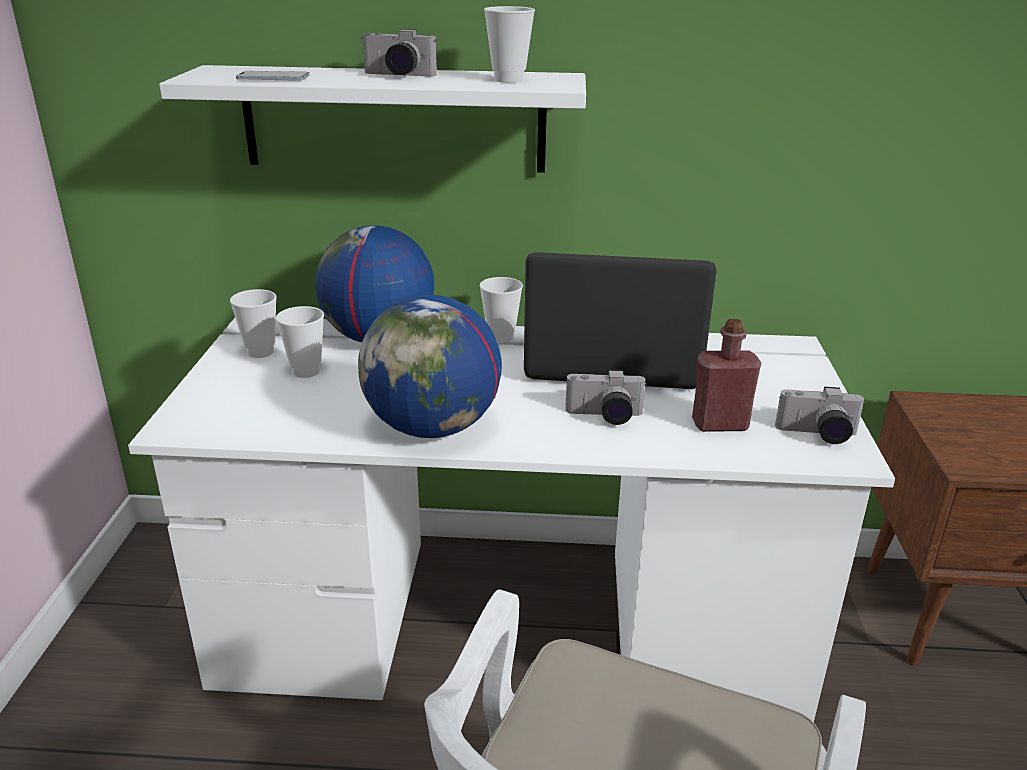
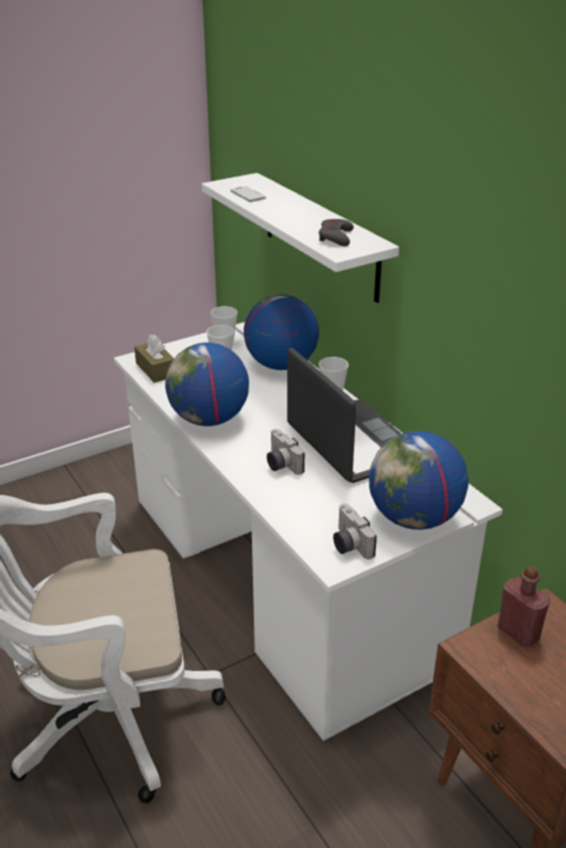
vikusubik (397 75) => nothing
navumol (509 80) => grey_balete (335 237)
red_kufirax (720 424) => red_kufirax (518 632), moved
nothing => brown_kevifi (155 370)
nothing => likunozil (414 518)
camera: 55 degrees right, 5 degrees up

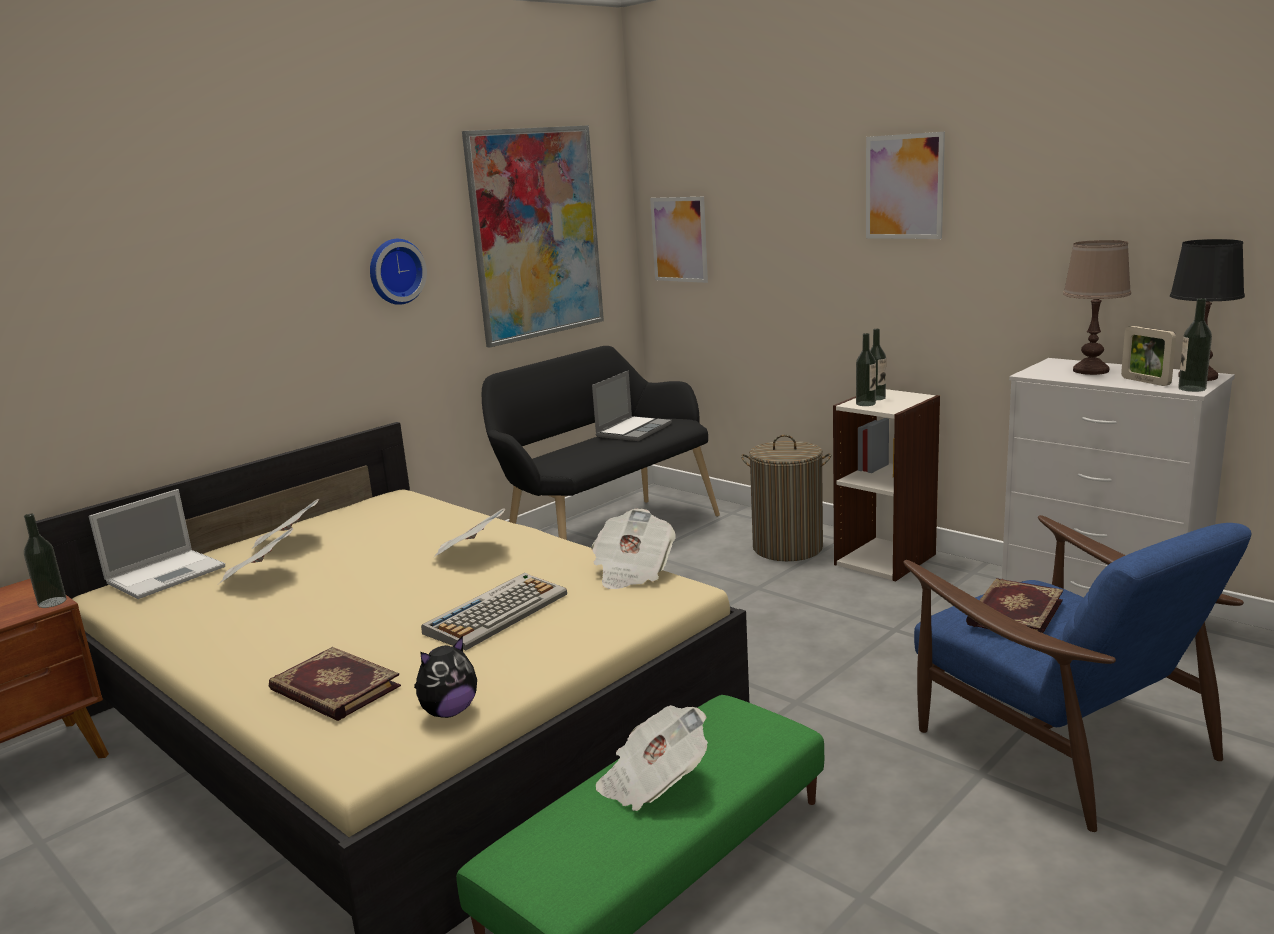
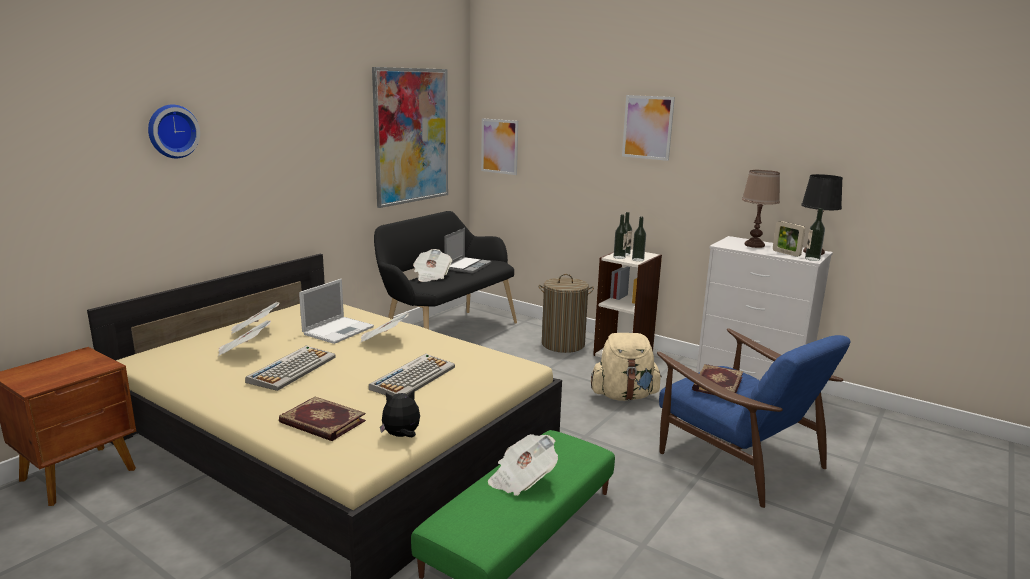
kufirax (52 602) => kufirax (638 259), moved
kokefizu (167 574) => kokefizu (339 330), moved
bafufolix (395 271) => bafufolix (172 131), moved
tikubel (448 712) => tikubel (401 436), 150 degrees counterclockwise
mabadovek (632 571) => mabadovek (431 276), moved
nothing => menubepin (292 369)
nothing => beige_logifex (624 396)
camera: 10 degrees left, 0 degrees up

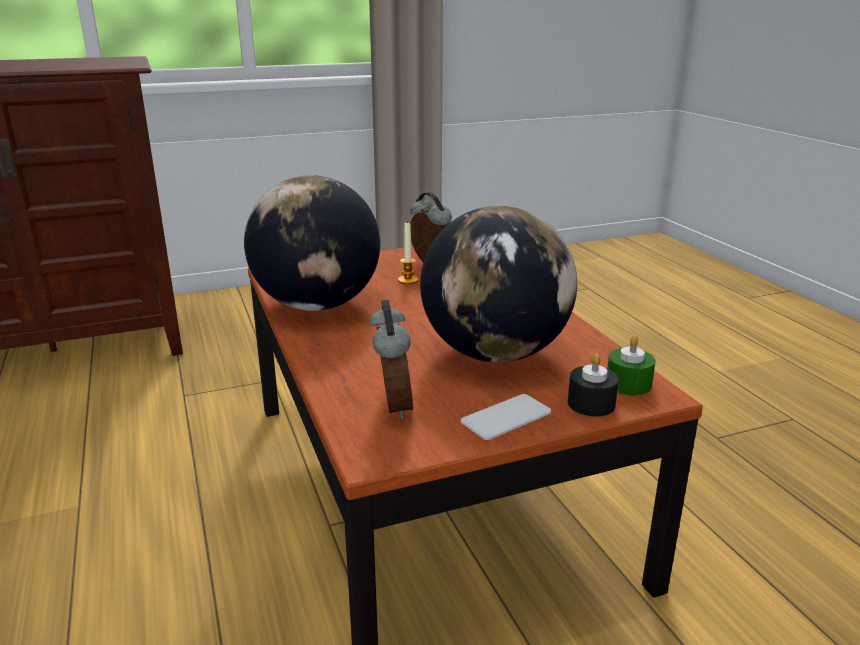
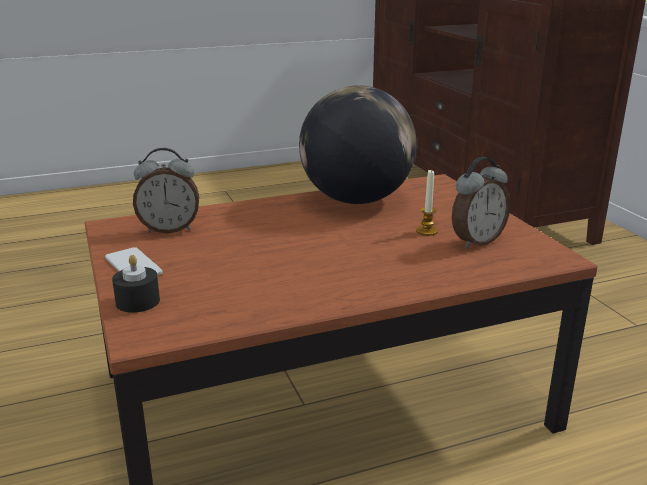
likunozil (495 354) => nothing
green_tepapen (628 384) => nothing
camera: 90 degrees right, 0 degrees up

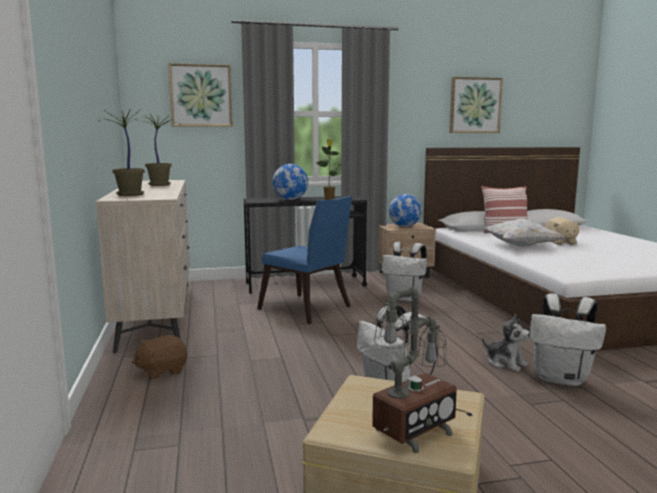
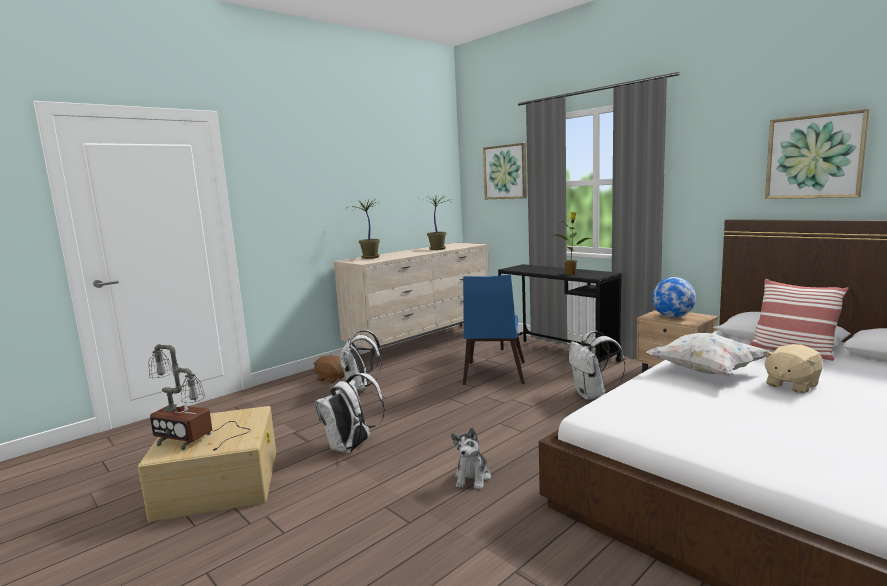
likunozil (290 199) => nothing
white_logifex (562 379) => white_logifex (360 388), moved
camera: 60 degrees right, 0 degrees up

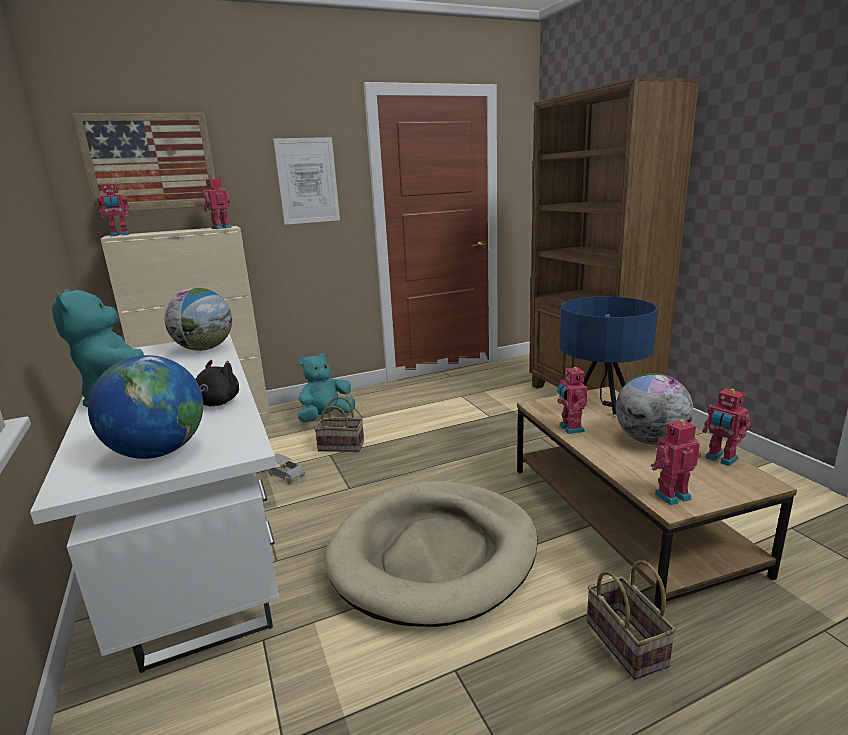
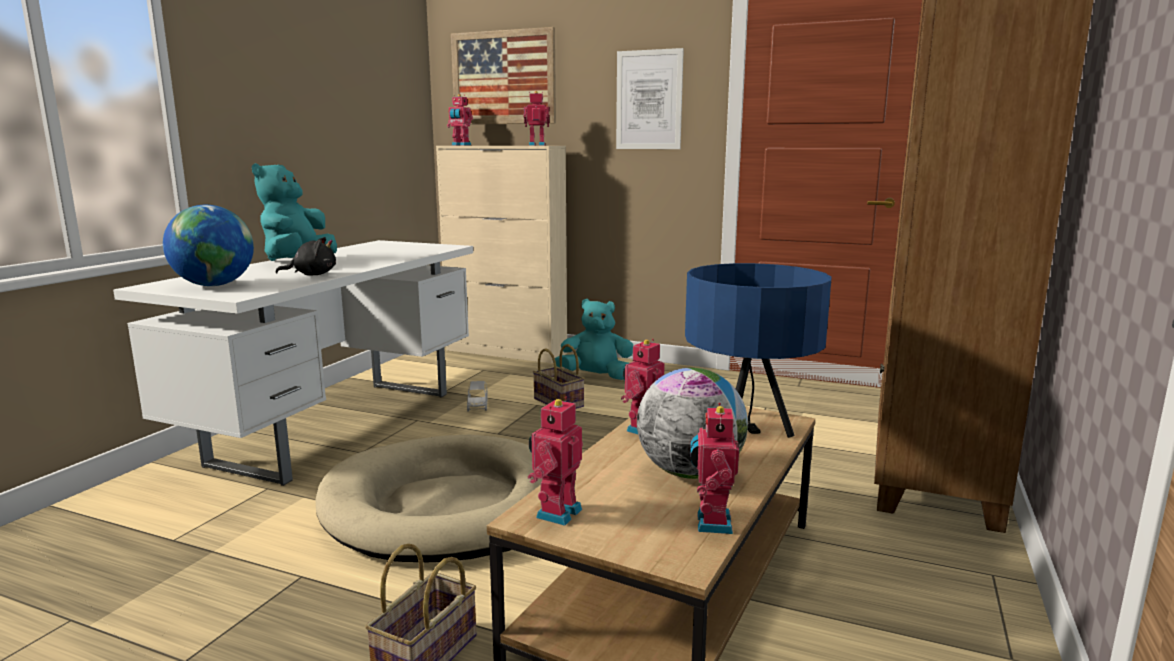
likunozil (205 349) => nothing
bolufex (671 495) => bolufex (556 512), 90 degrees counterclockwise
camera: 45 degrees right, 5 degrees down

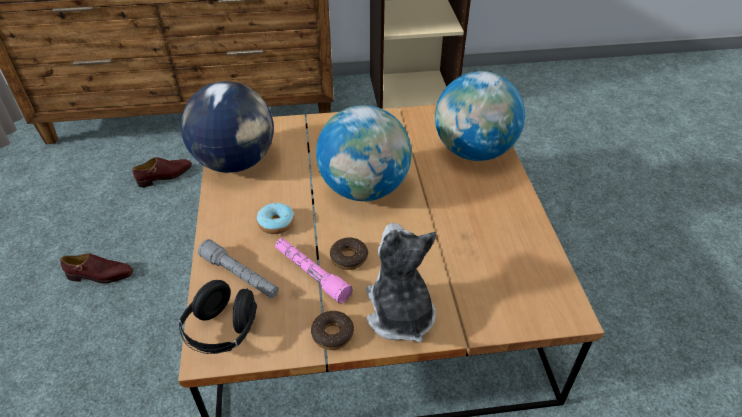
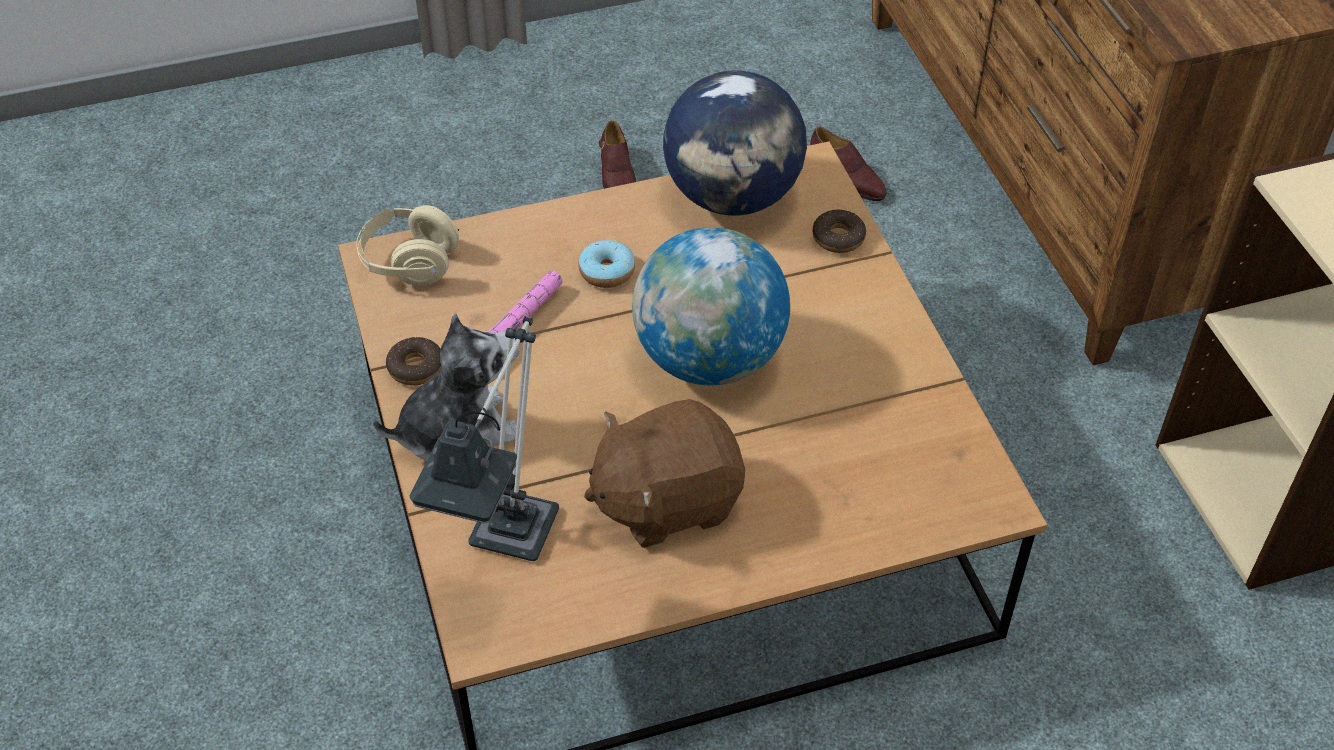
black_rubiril (222 331) => beige_rubiril (409 263)
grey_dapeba (240 276) => nothing
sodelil (349 257) => sodelil (838 237), moved
likunozil (473 151) => nothing
nothing => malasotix (506 545)
nothing => brown_tikubel (666 500)
camera: 80 degrees right, 5 degrees up

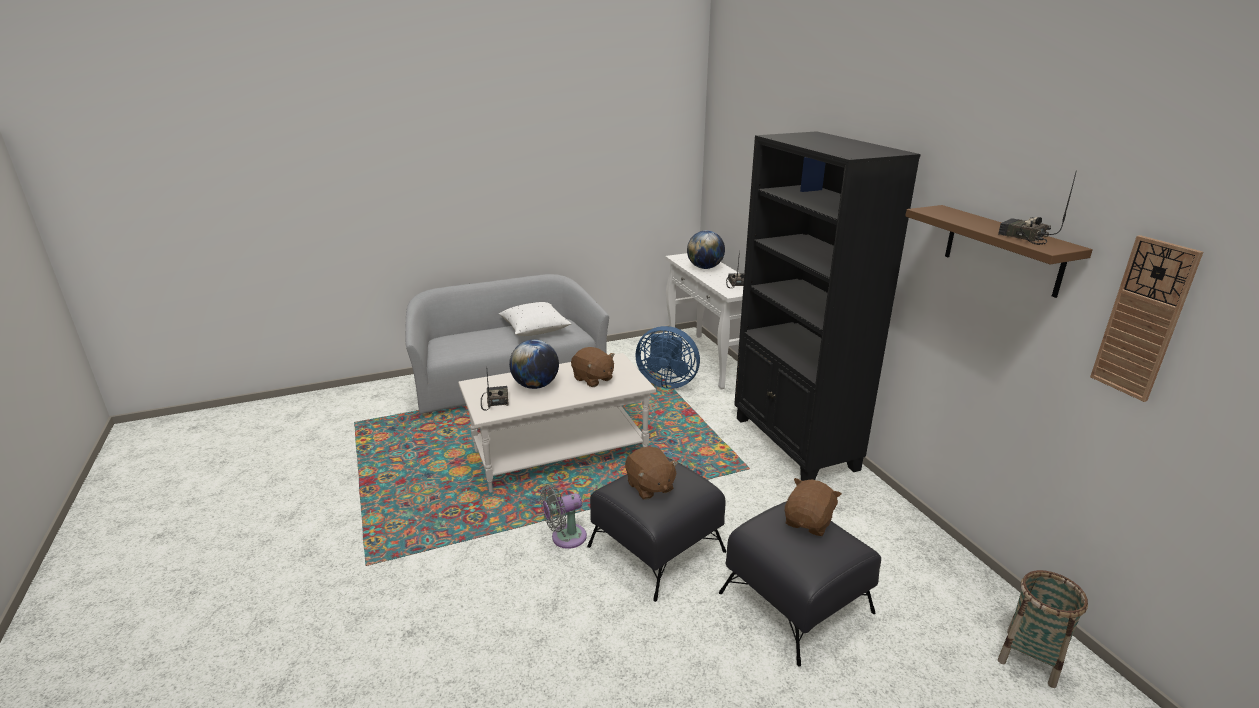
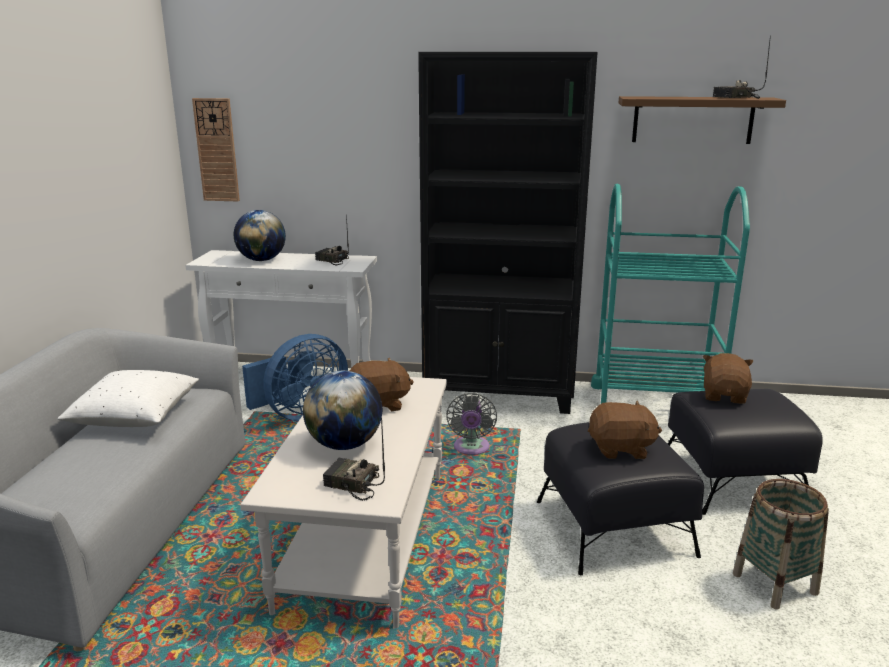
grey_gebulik (565 537) => grey_gebulik (471 449), moved
brown_tikubel (809 522) => brown_tikubel (724 396), 45 degrees clockwise
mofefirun (1030 658) => mofefirun (775 583), moved
bafufolix (1143 319) => bafufolix (217 150), moved
nothing => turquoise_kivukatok (653 406)
camera: 60 degrees left, 5 degrees down

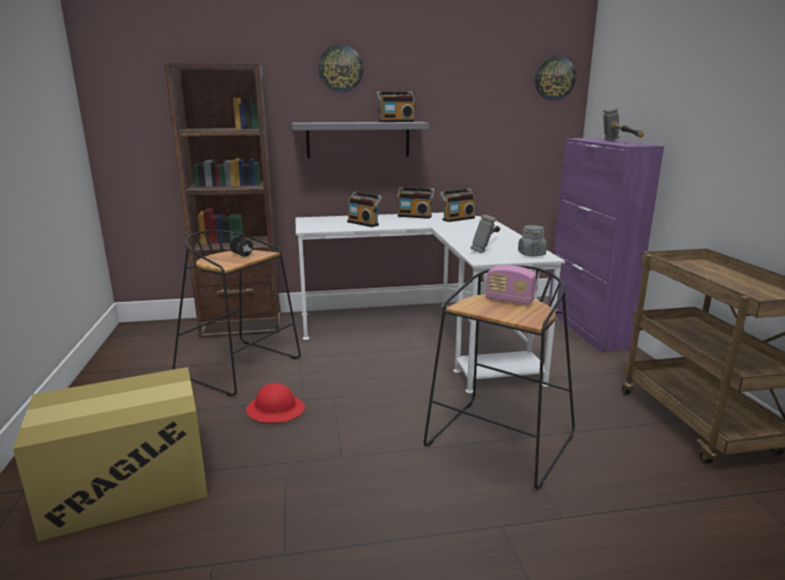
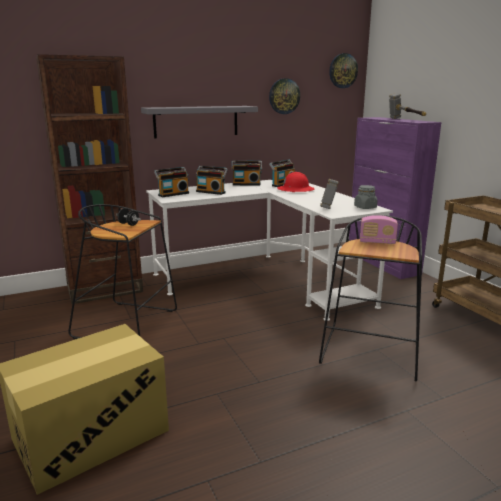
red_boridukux (275 410) => red_boridukux (295 190), moved
bafufolix (340 68) => bafufolix (284 96), moved
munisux (396 121) => munisux (173 194), moved
camera: 15 degrees left, 0 degrees up

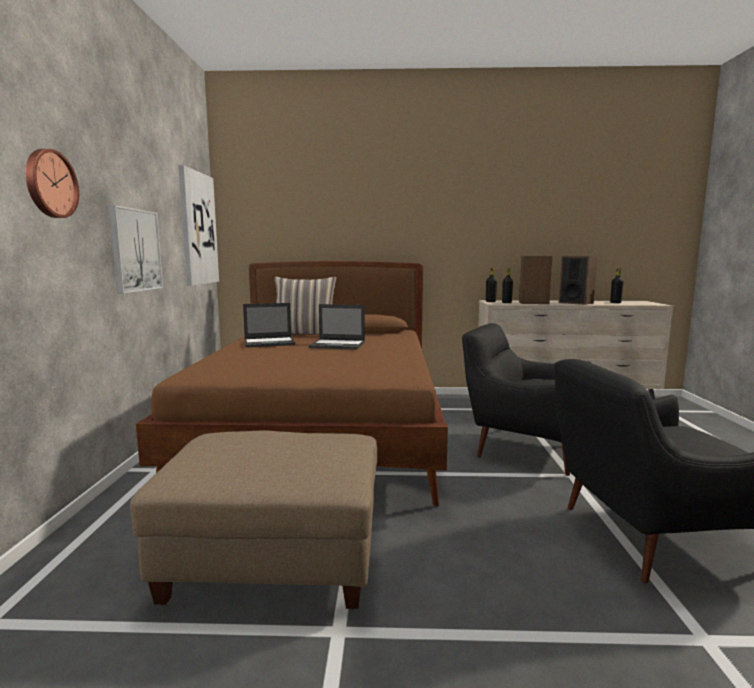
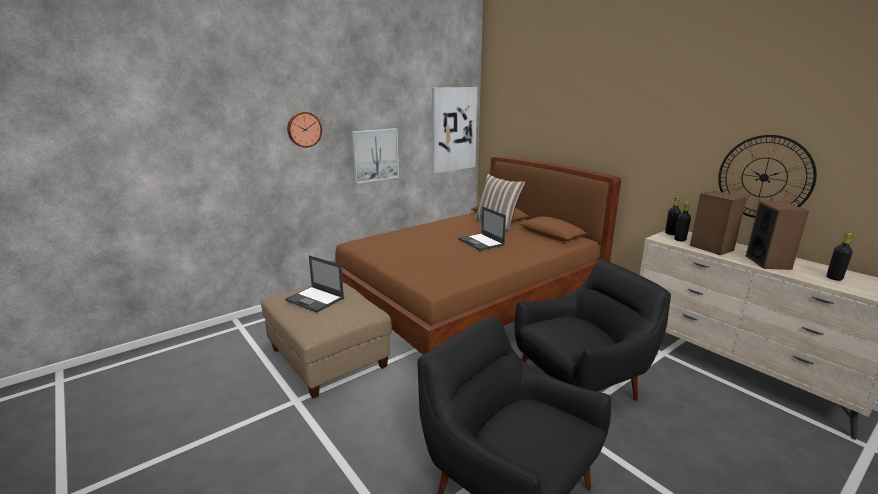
kokefizu (270 343) => kokefizu (315 299), moved
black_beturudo (524 448) => black_beturudo (580 384), 75 degrees clockwise
nothing => bafufolix (764 177)
camera: 50 degrees right, 10 degrees up

